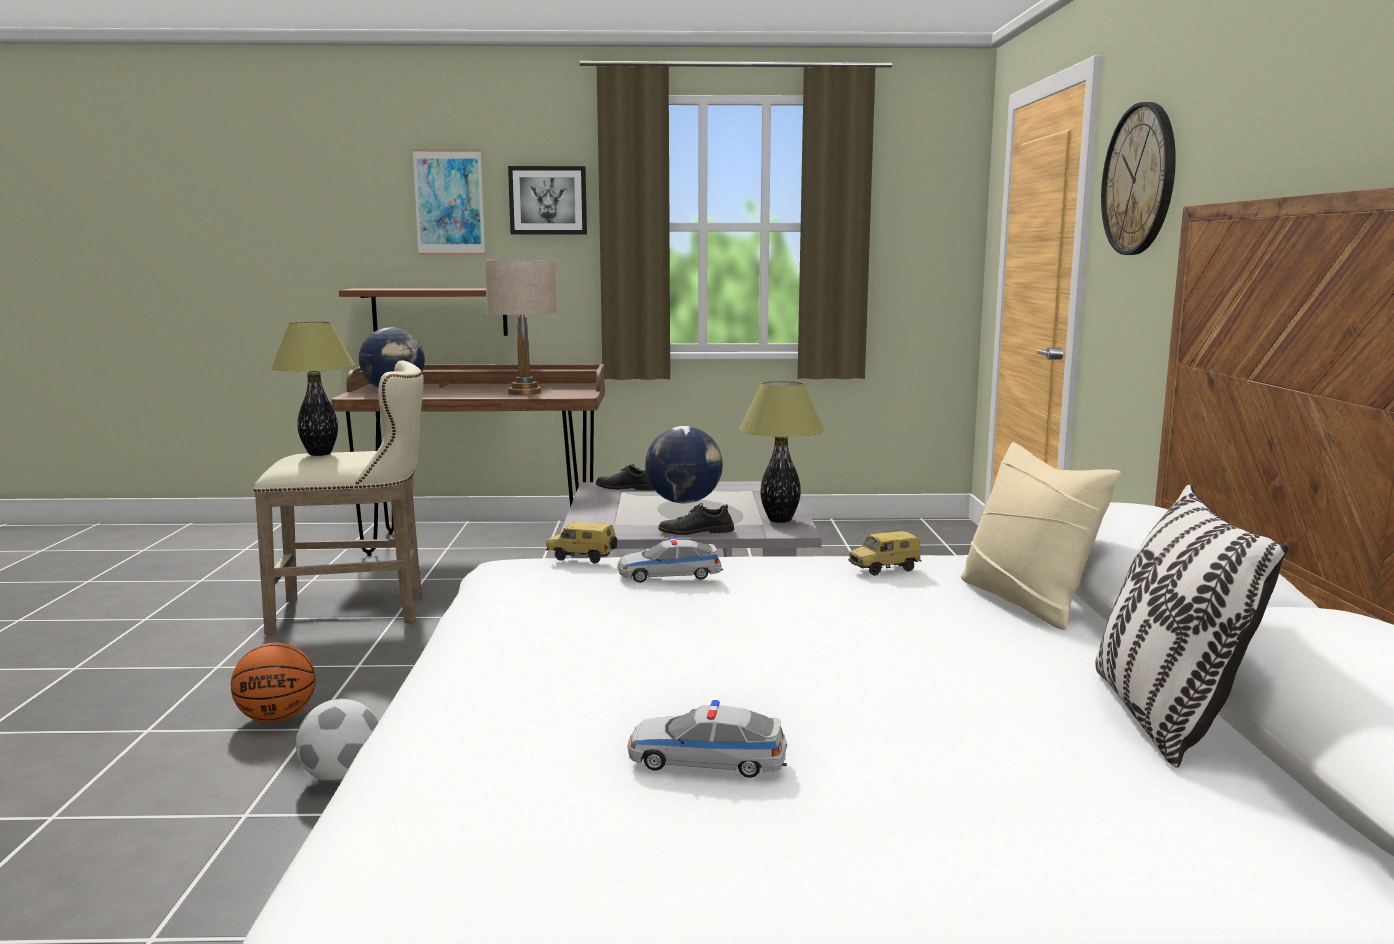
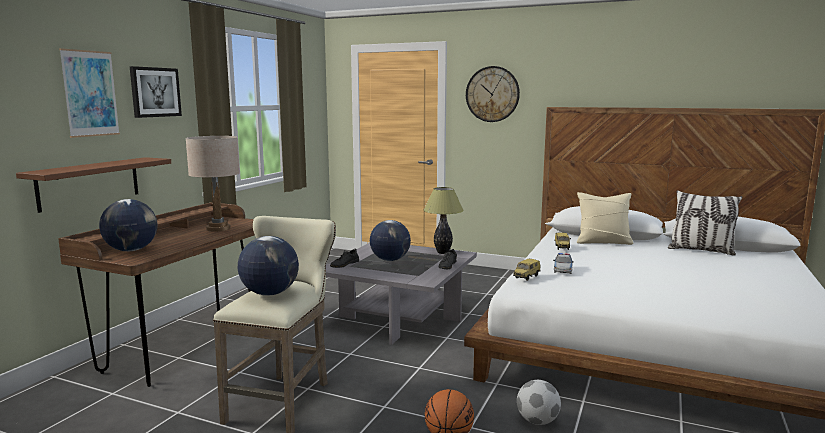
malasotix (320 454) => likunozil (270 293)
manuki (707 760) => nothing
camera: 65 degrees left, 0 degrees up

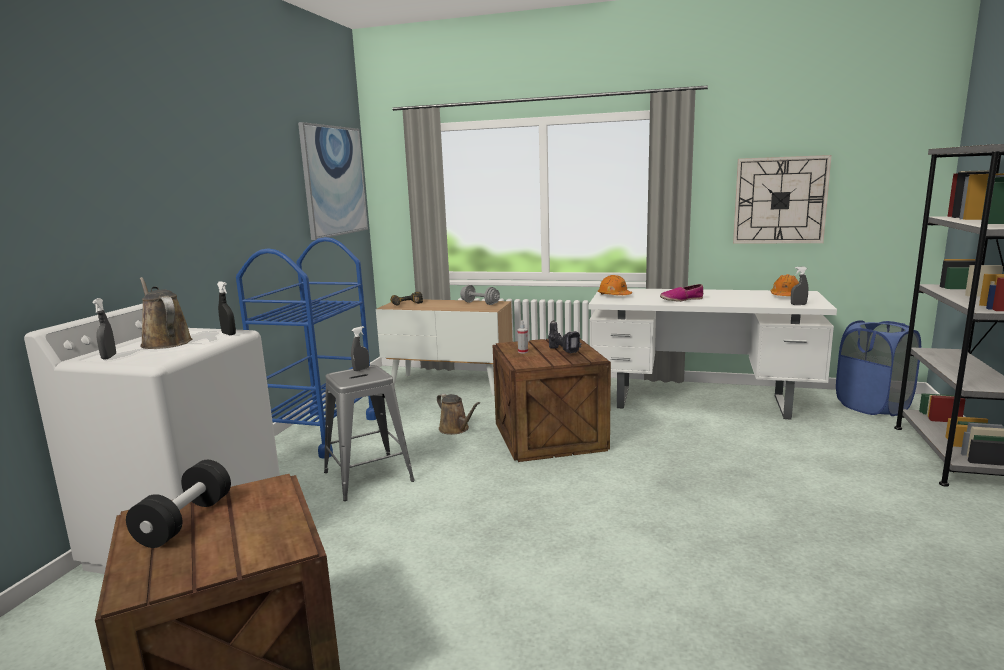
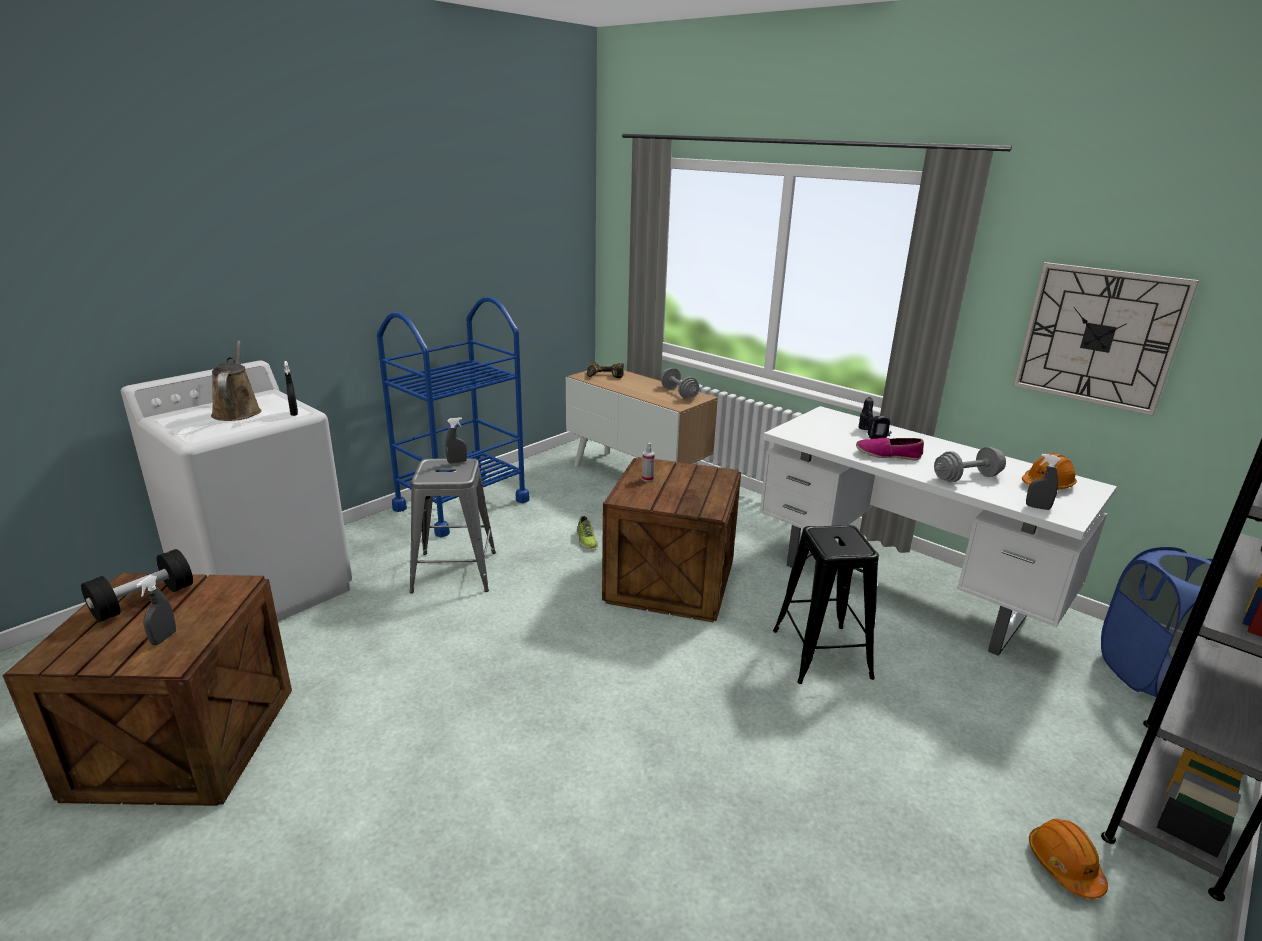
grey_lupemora (109 357) => grey_lupemora (164 638), moved
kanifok (334 181) => nothing
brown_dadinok (456 429) => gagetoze (586 540)
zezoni (564 351) => zezoni (872 436), moved
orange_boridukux (614 295) => orange_boridukux (1064 865), moved
nothing => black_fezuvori (821 654)
nothing => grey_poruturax (966 478)
camera: 25 degrees right, 10 degrees up

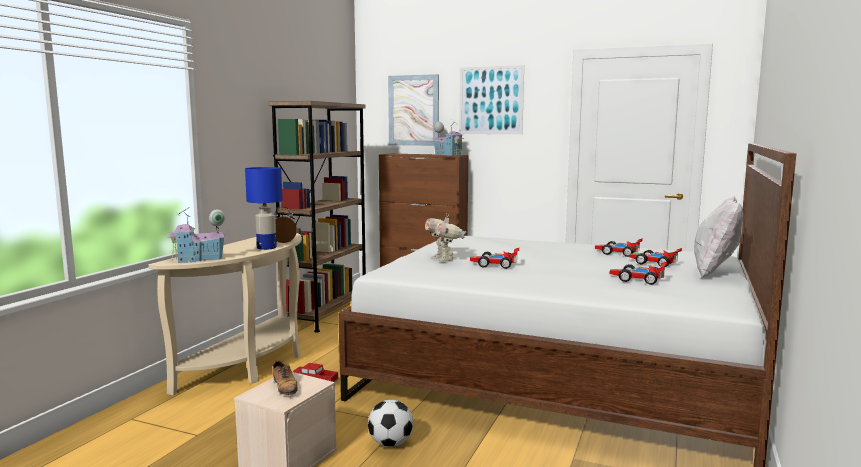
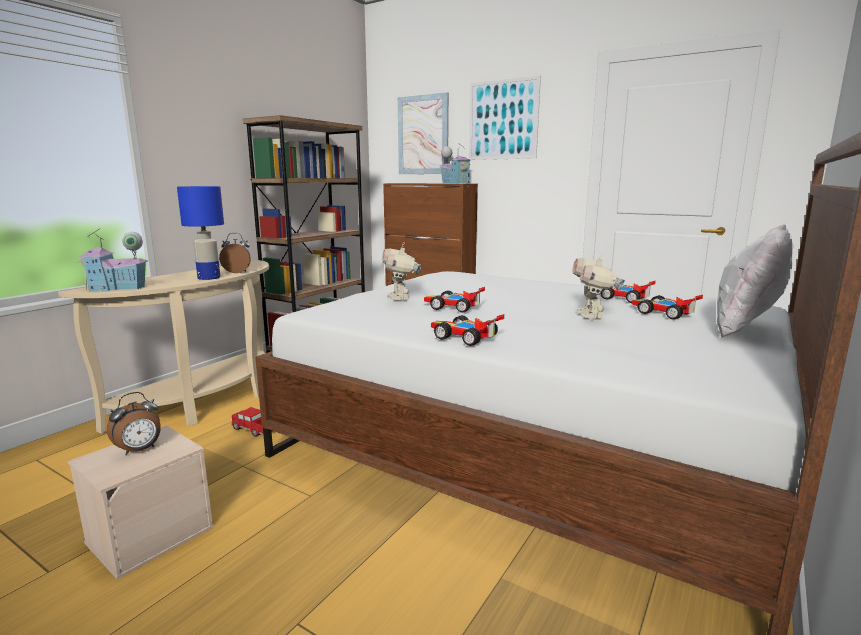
gagetoze (285 387) => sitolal (139 450)
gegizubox (390 444) => nothing
manuki (638 280) => manuki (464 337), moved
nothing => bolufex (592 315)
camera: 10 degrees right, 5 degrees up

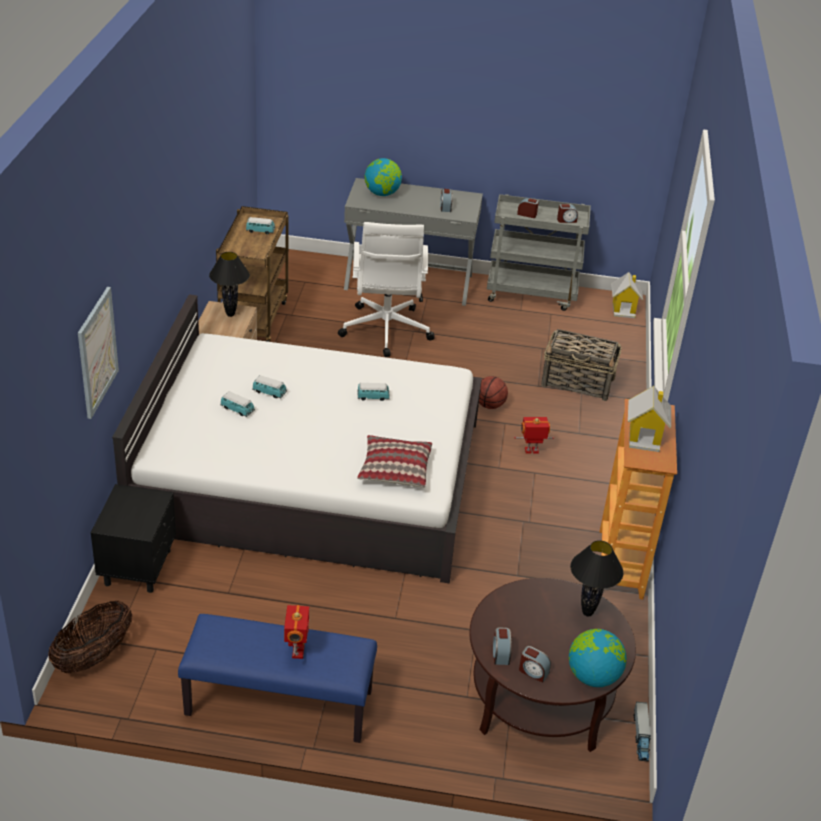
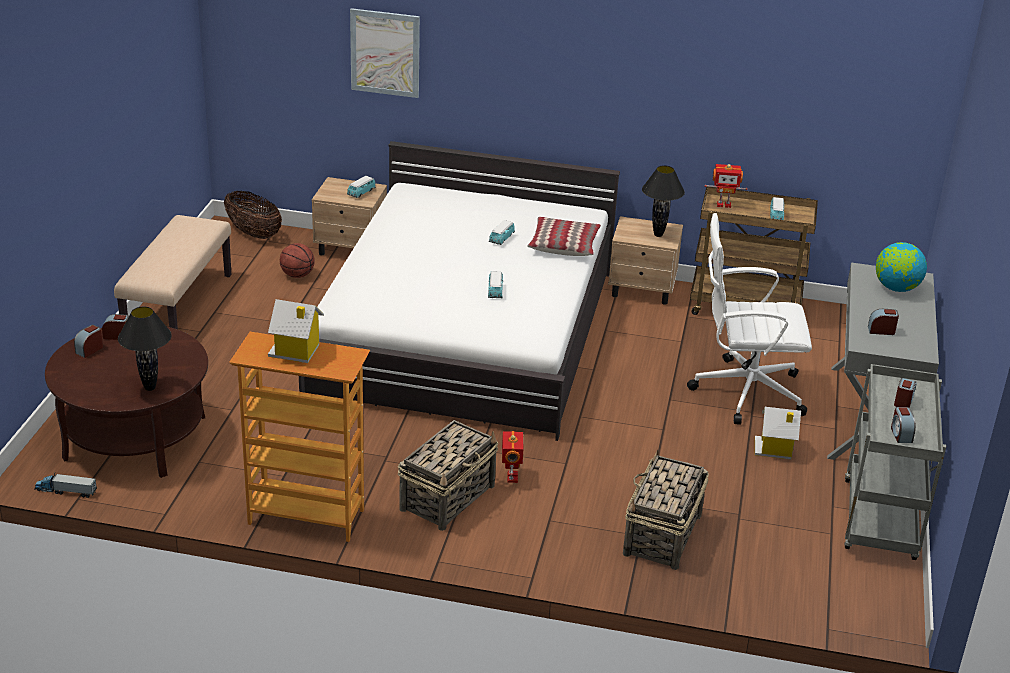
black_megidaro (138 566) => beige_megidaro (351 249)
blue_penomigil (278 704) => beige_penomigil (178 306)
manuki (237 410) => manuki (361 193), moved
bolufex (296 651) => bolufex (723 204), moved
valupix (394 469) => valupix (563 245), moved
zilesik (489 405) => zilesik (297 275), moved
likunozil (593 676) => nothing
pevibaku (624 309) => pevibaku (775 449), moved
nothing => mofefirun (448 497)
camera: 95 degrees right, 5 degrees down

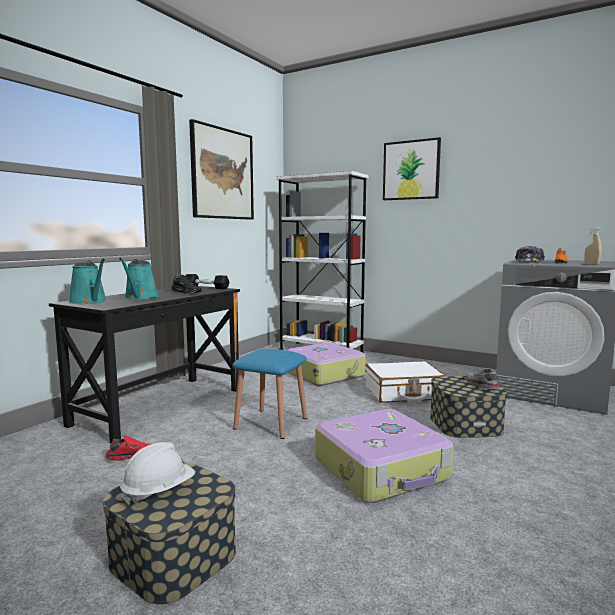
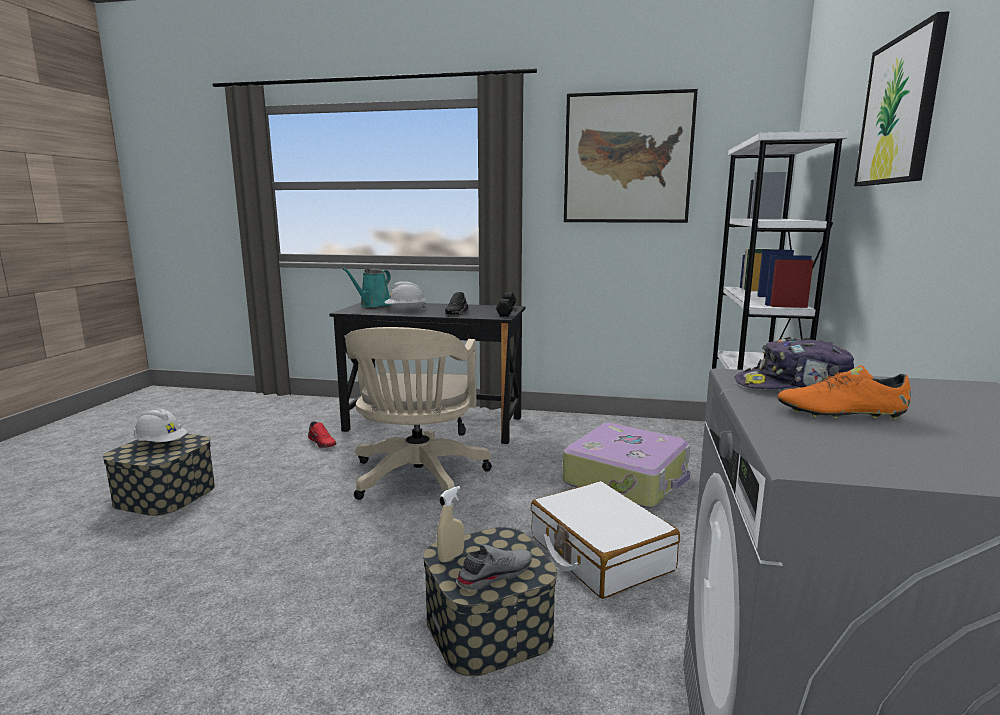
turquoise_dadinok (140 298) => white_boridukux (405 309)
blue_fezuvori (271 423) => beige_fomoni (417 479)
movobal (382 469) => nothing
beige_lupemora (591 264) => beige_lupemora (451 557), moved
camera: 70 degrees right, 5 degrees up

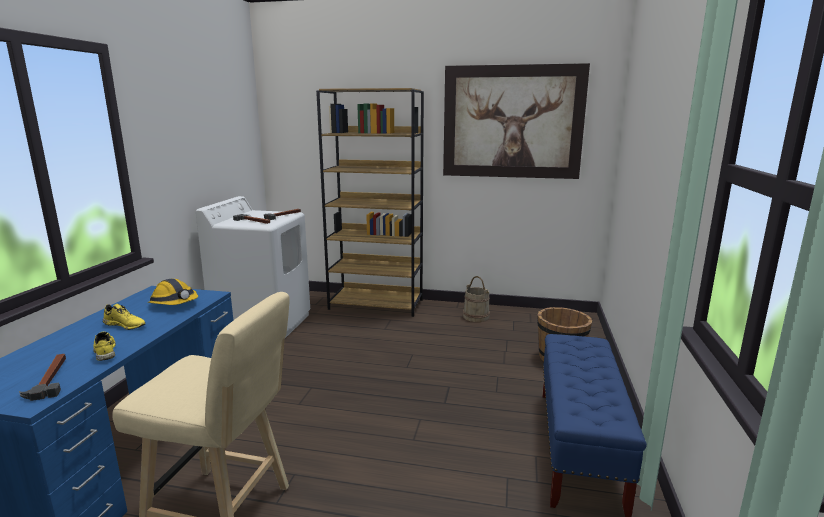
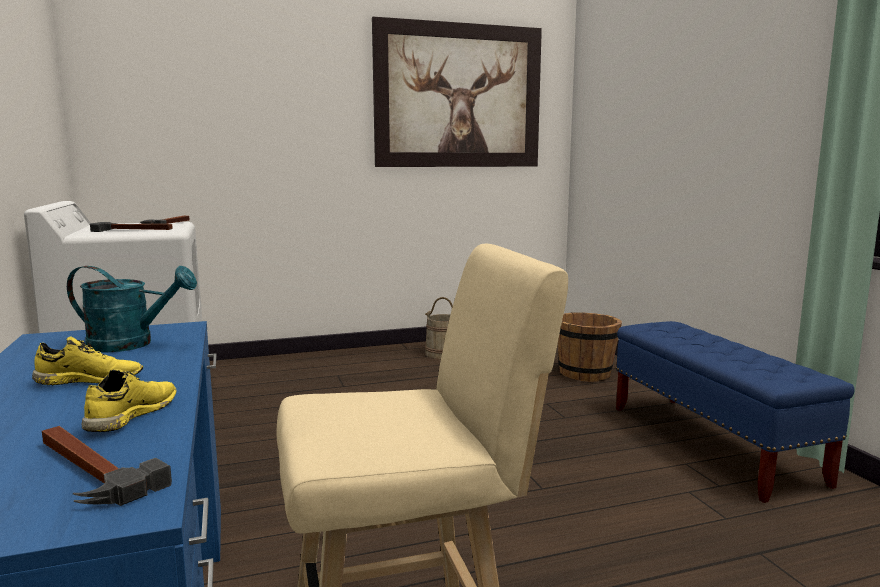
yellow_gagetoze (104 352) => yellow_gagetoze (131 415), 75 degrees clockwise
boridukux (175 303) => turquoise_dadinok (131 344)
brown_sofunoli (376 304) => nothing
camera: 30 degrees left, 5 degrees down

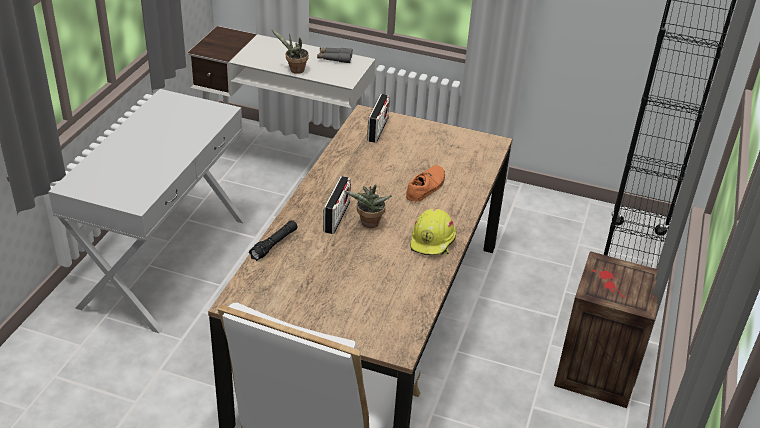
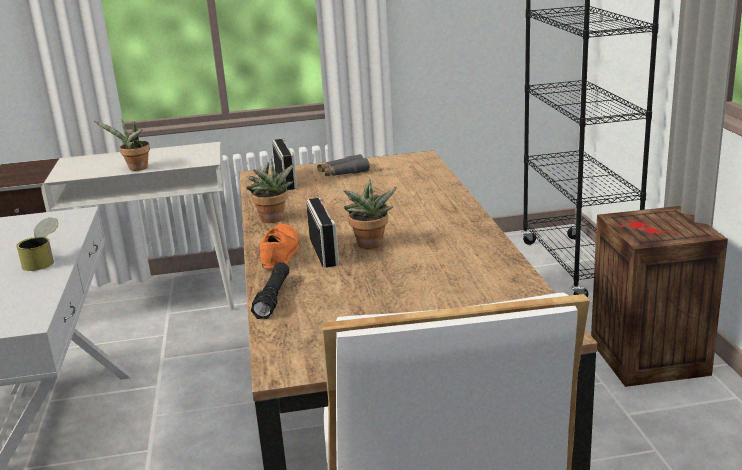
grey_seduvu (334 58) => grey_seduvu (343 173), moved
orange_gagetoze (425 187) => orange_gagetoze (280 253), moved
yellow_boridukux (433 241) => nothing
nothing => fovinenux (44 260)
nothing => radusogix (273 220)
camera: 25 degrees left, 15 degrees down

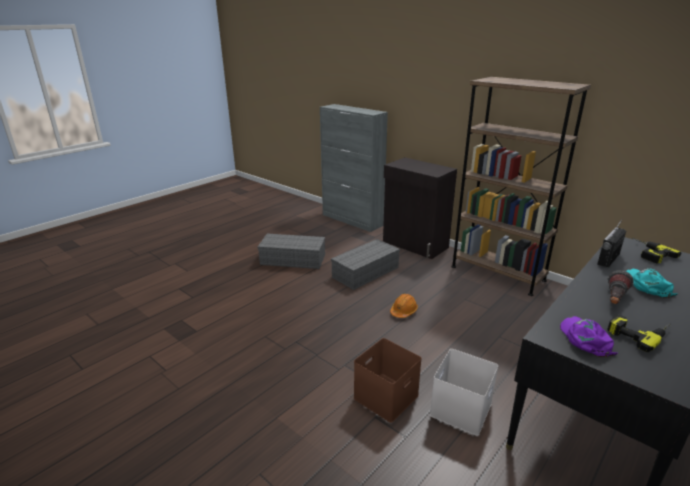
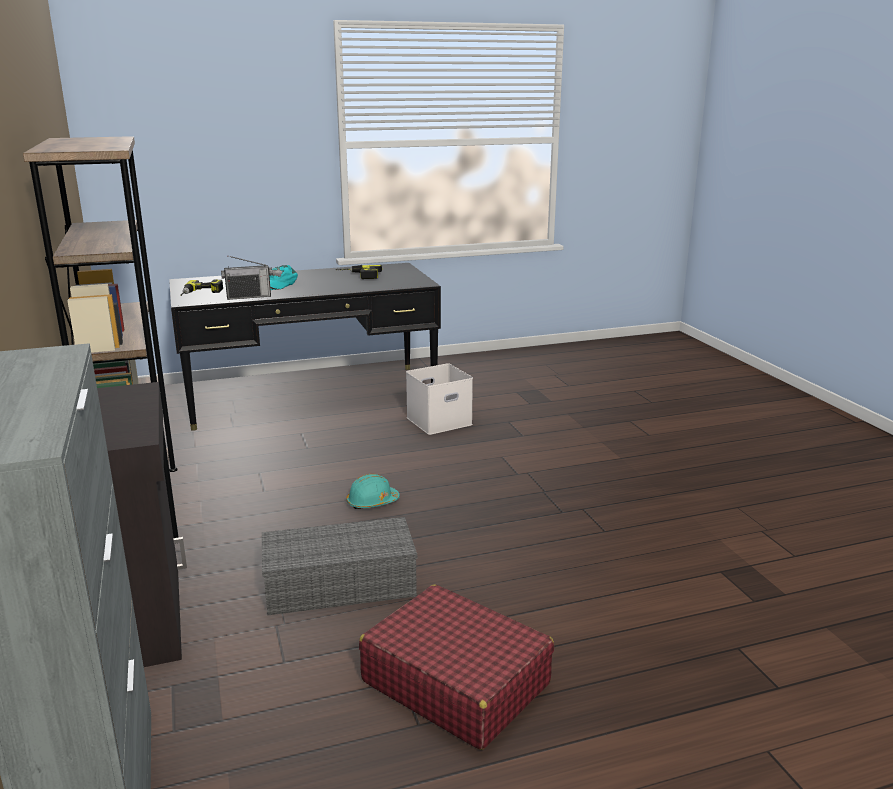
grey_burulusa (294 259) => red_movobal (455 682)
brown_burulusa (386 398) => nothing
orange_boridukux (403 311) => turquoise_boridukux (372 502)
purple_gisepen (585 339) => nothing
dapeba (614 299) => nothing
camera: 150 degrees left, 5 degrees down

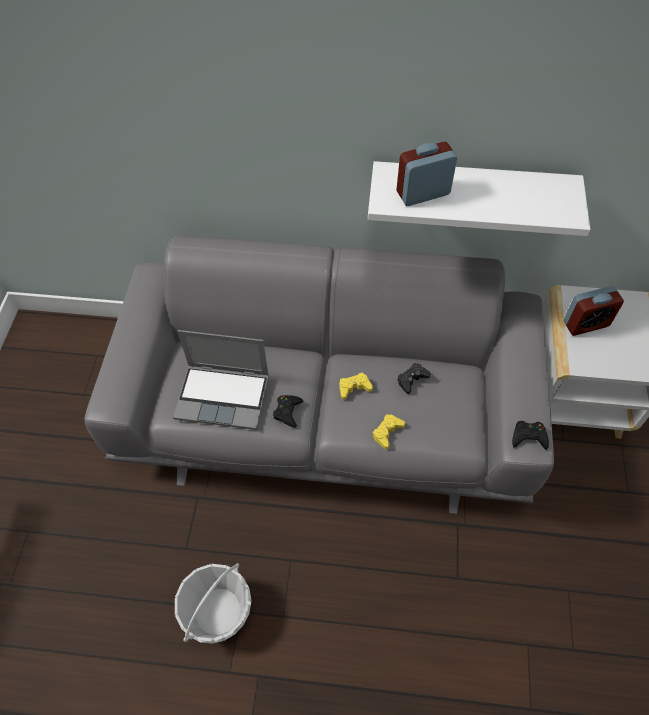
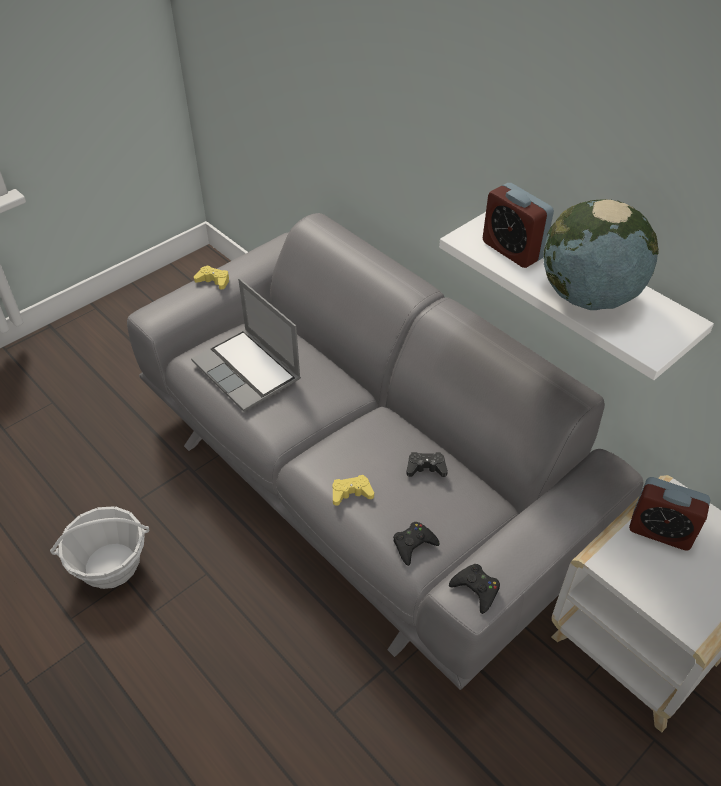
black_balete (287 412) => black_balete (413 545), moved
yellow_balete (354 387) => yellow_balete (213 281), moved
sitolal (423 193) => sitolal (512 250), 150 degrees counterclockwise
nothing => likunozil (587 297)
camera: 40 degrees right, 10 degrees down

